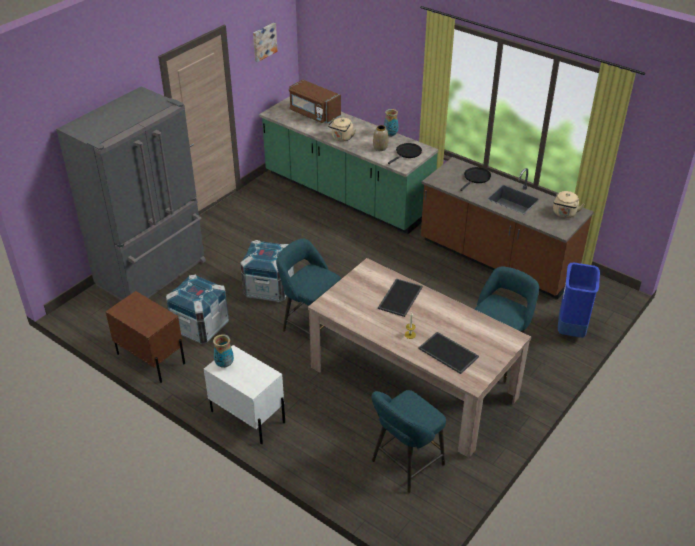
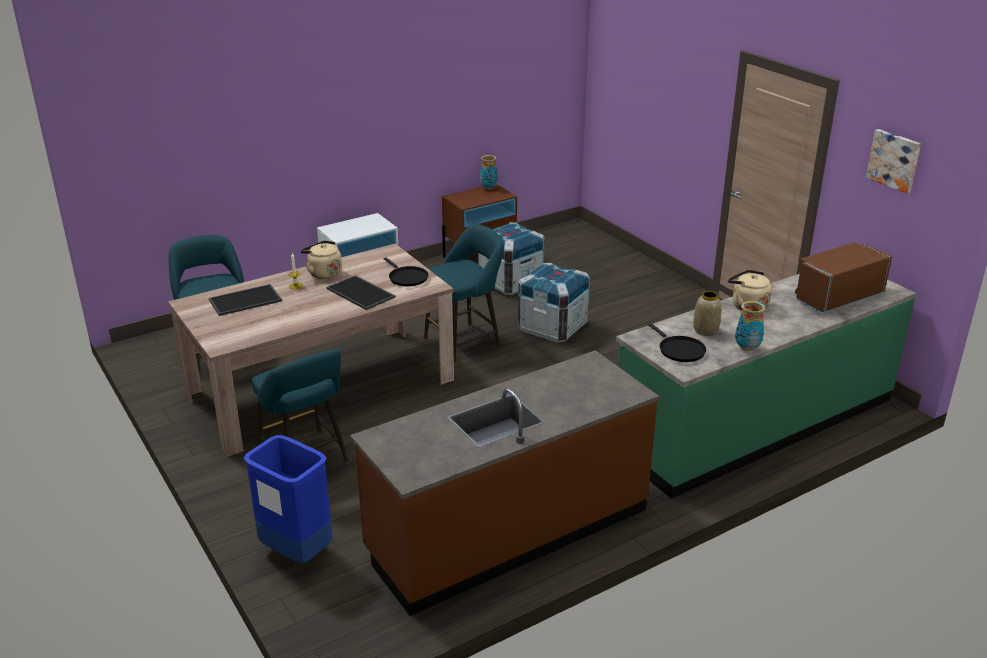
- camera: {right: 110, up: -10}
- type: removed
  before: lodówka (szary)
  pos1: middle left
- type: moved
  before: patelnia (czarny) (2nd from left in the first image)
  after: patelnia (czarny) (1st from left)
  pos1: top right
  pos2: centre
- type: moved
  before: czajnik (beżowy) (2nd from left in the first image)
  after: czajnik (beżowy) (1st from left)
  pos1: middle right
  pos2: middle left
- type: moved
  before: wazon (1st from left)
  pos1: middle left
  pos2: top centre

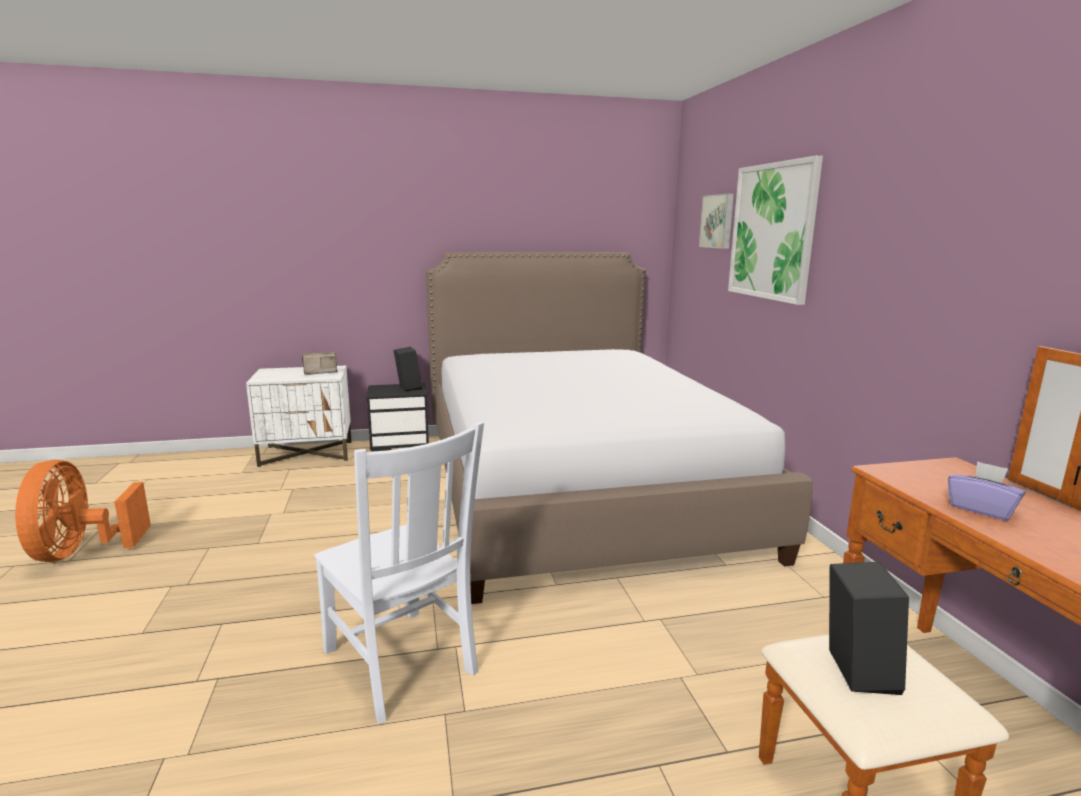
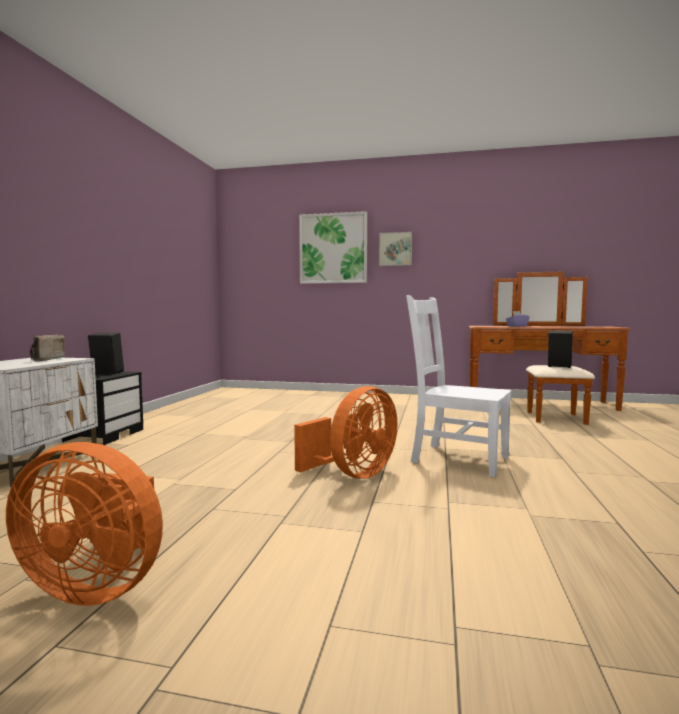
- camera: {right: -65, up: -10}
- type: moved
  before: obraz (1st from left in the first image)
  after: obraz (2nd from left)
  pos1: top centre
  pos2: centre
- type: removed
  before: łóżko
  pos1: centre
- type: turned
  before: krzesło (biały)
  pos1: bottom centre
  pos2: middle right
  turn: -135
- type: added
  after: wentylator (pomarańczowy) (2nd from left)
  pos2: centre

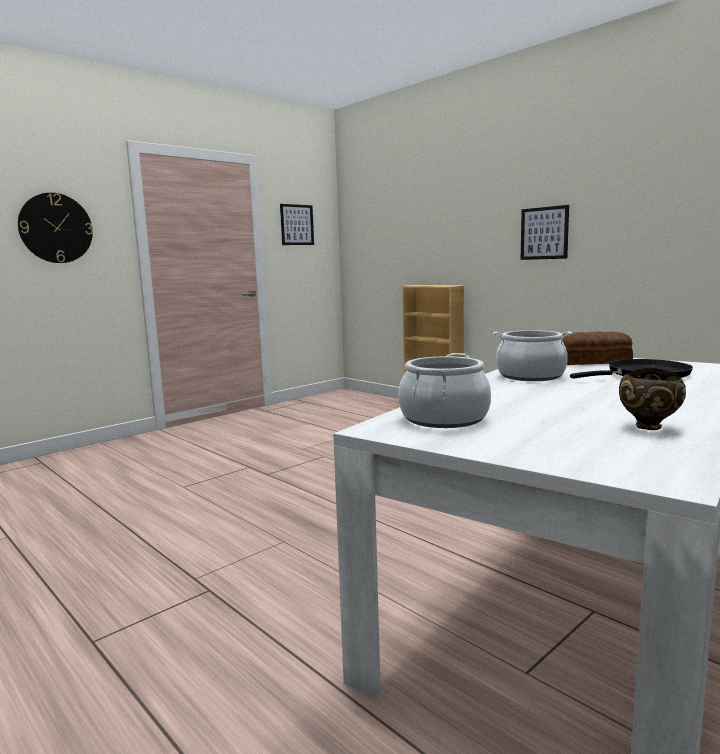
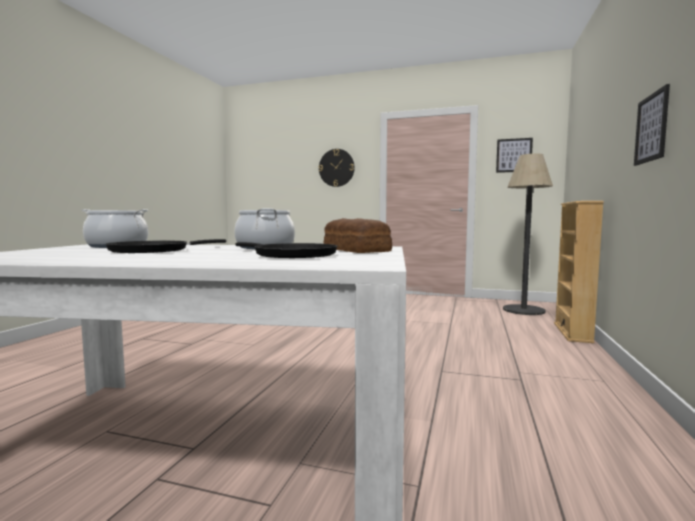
- camera: {right: 60, up: -5}
- type: removed
  before: miska (brązowy)
  pos1: middle right
- type: added
  after: lampa stojąca
  pos2: middle right
- type: added
  after: patelnia (czarny) (1st from left)
  pos2: middle left

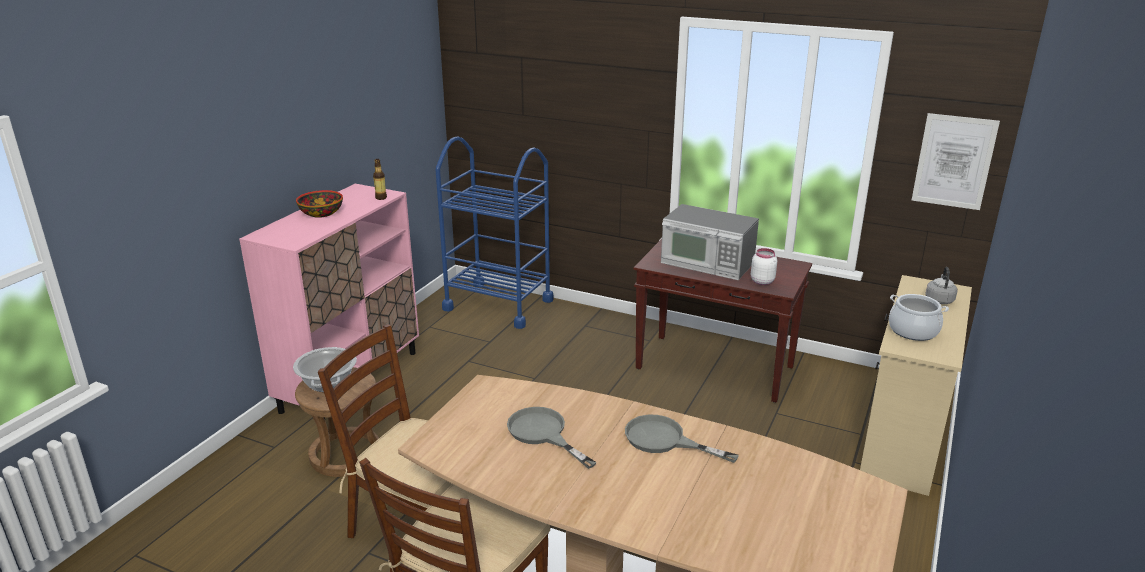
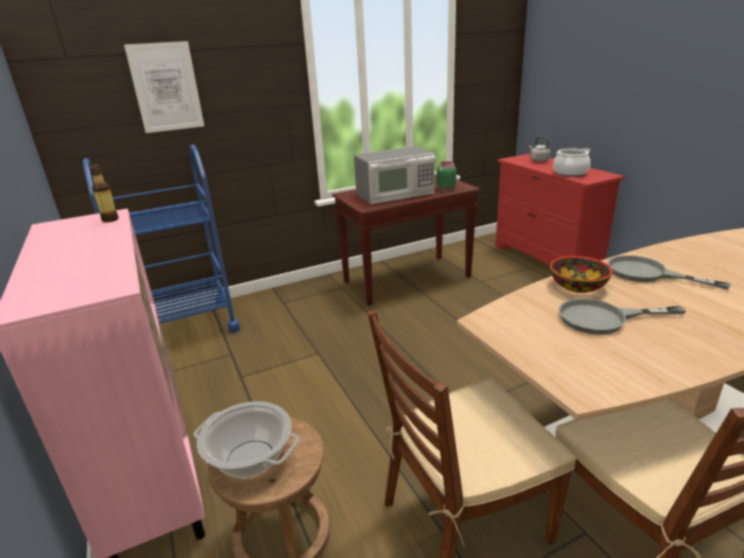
- camera: {right: -50, up: 0}
- type: moved
  before: obraz
  pos1: top right
  pos2: top left
- type: moved
  before: miska
  pos1: middle left
  pos2: middle right
- type: recoloured
  before: słoik (biały)
  after: słoik (zielony)
  pos1: middle right
  pos2: top centre
- type: recoloured
  before: komoda (beżowy)
  after: komoda (czerwony)
  pos1: bottom right
  pos2: middle right
- type: turned
  before: patelnia (szary) (2nd from left)
  pos1: bottom centre
  pos2: middle right
  turn: 60

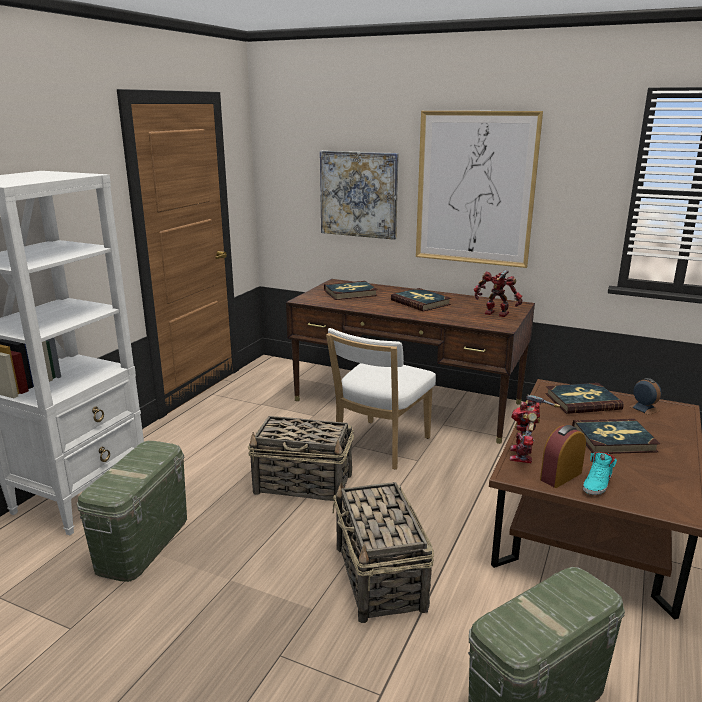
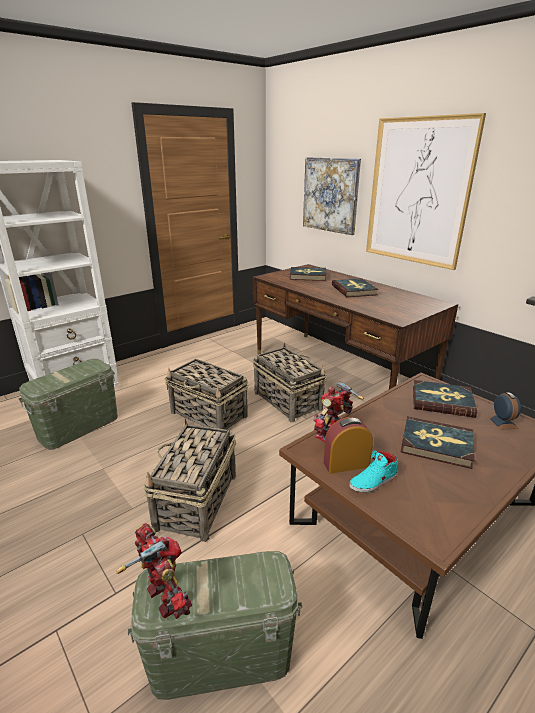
- camera: {right: 25, up: 5}
- type: moved
  before: robot zabawkowy (1st from left)
  pos1: middle right
  pos2: bottom left
- type: replaced
  before: krzesło (biały)
  after: koszyk (3rd from left)
  pos1: centre
  pos2: centre

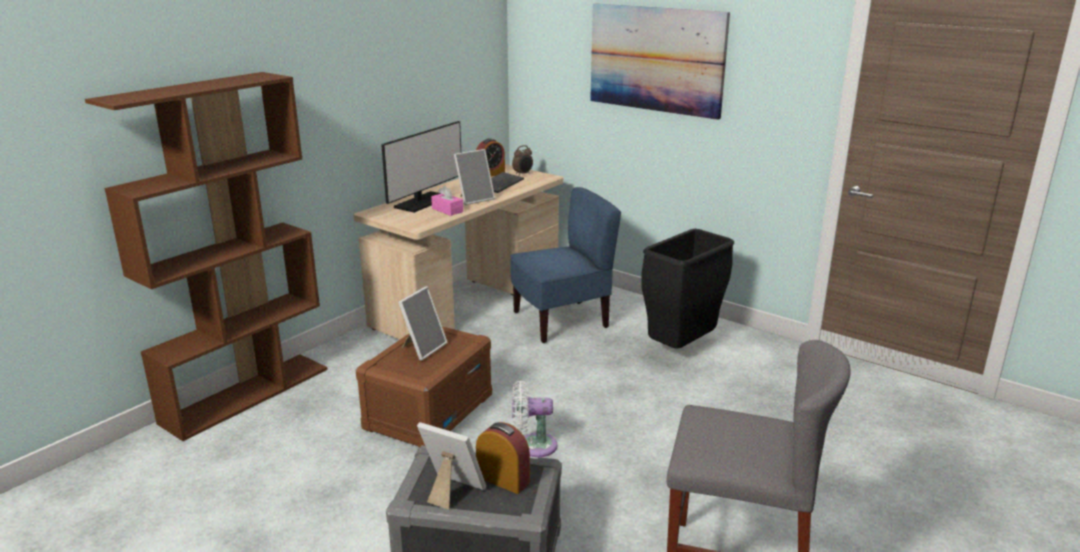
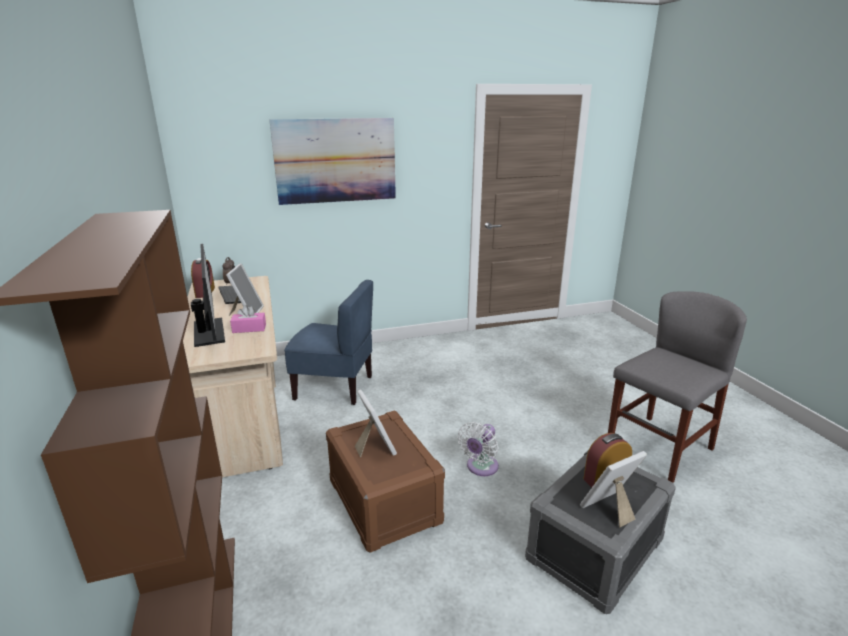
- camera: {right: -55, up: 0}
- type: turned
  before: krzesło (niebieski)
  pos1: centre
  pos2: centre
  turn: 90
- type: removed
  before: kosz na śmieci (czarny)
  pos1: centre

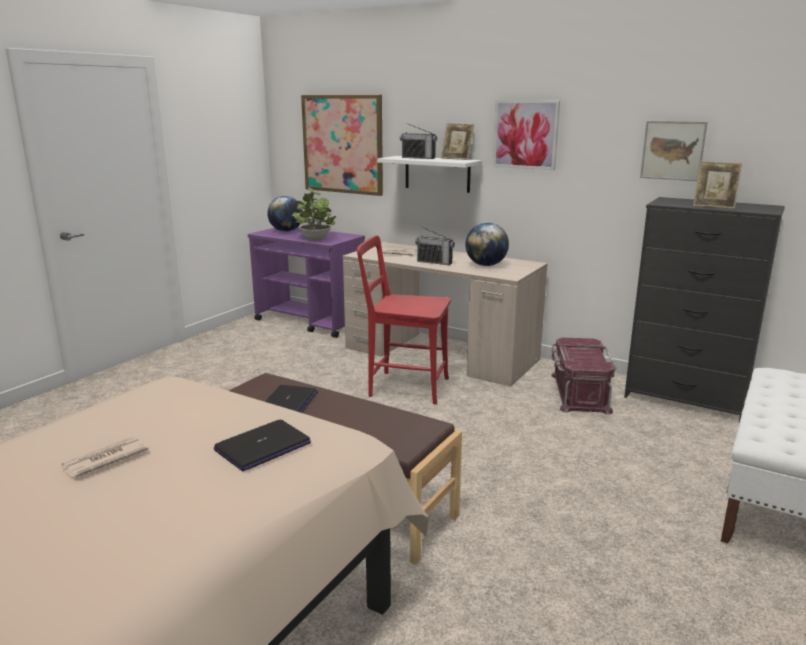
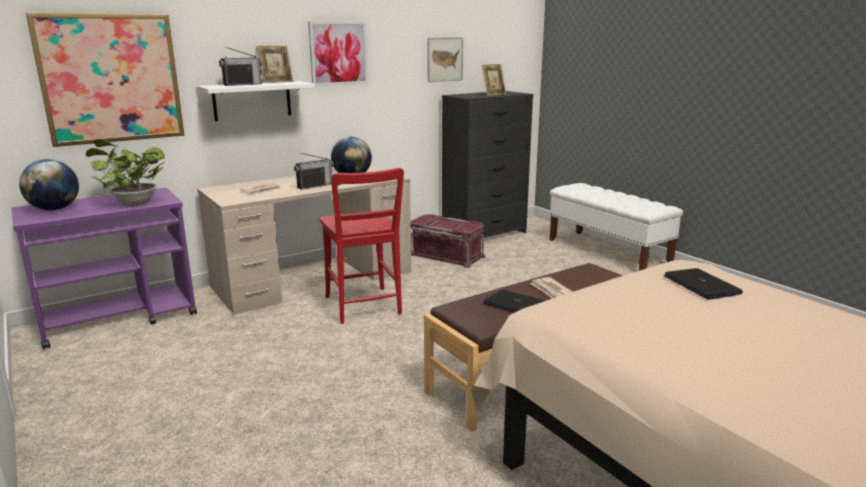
- camera: {right: -65, up: 0}
- type: turned
  before: krzesło (czerwony)
  pos1: centre
  pos2: centre
  turn: -60
- type: moved
  before: gazeta (1st from left in the first image)
  after: gazeta (2nd from left)
  pos1: bottom left
  pos2: centre

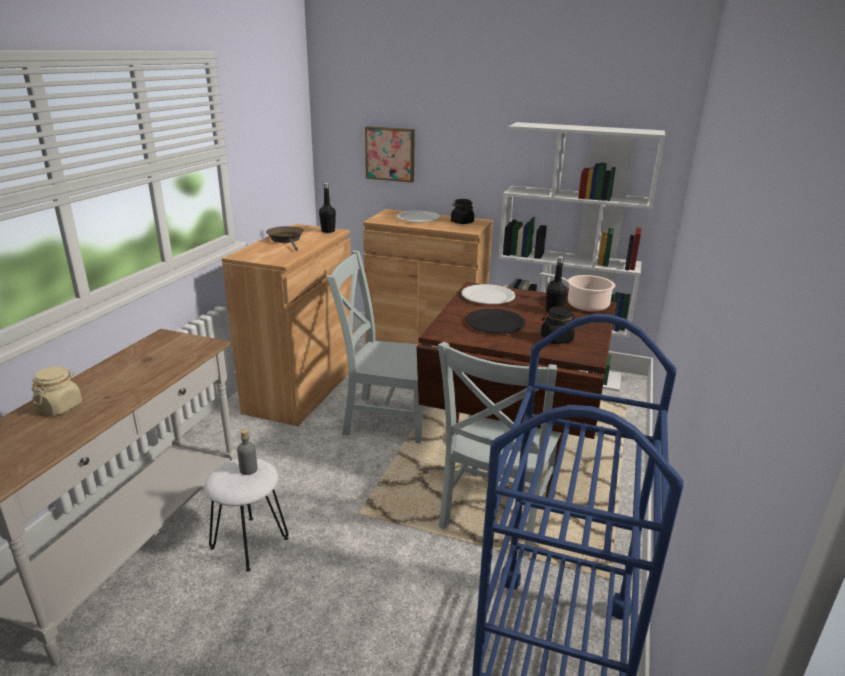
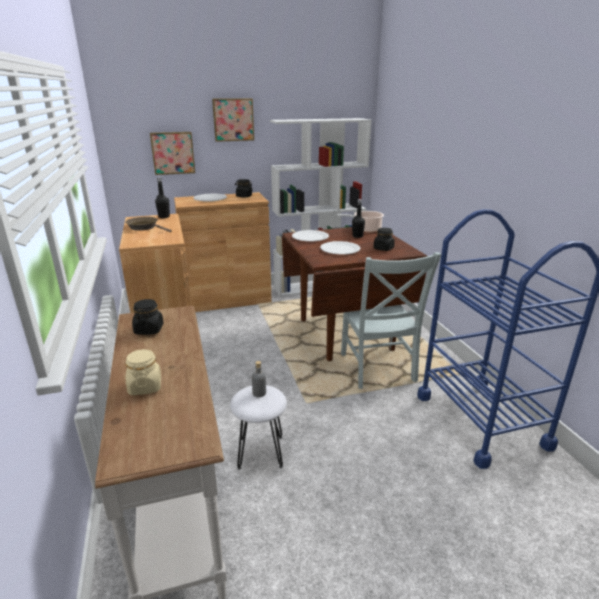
- camera: {right: -35, up: 0}
- type: removed
  before: krzesło (szary) (1st from left)
  pos1: centre
- type: recoloured
  before: talerz (czarny)
  after: talerz (biały) (3rd from left)
  pos1: centre
  pos2: centre
- type: added
  after: obraz (2nd from left)
  pos2: top centre
- type: added
  after: słoik (czarny) (1st from left)
  pos2: middle left

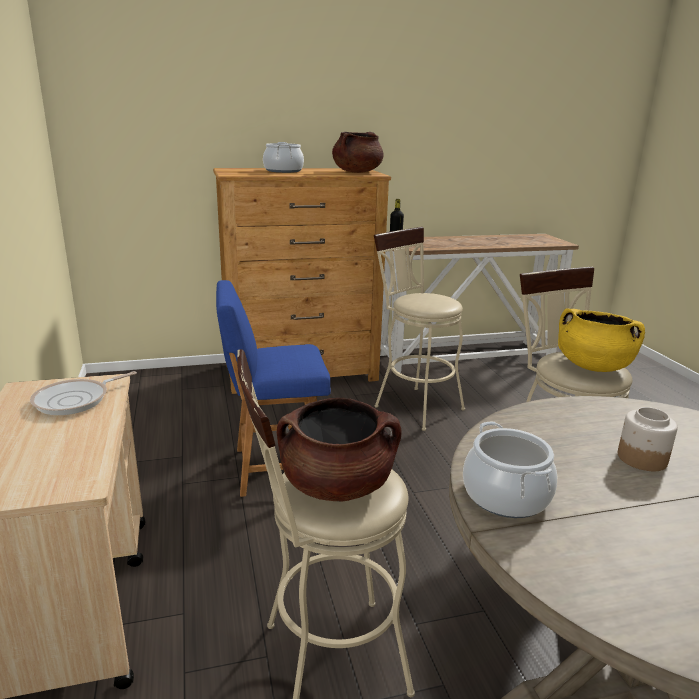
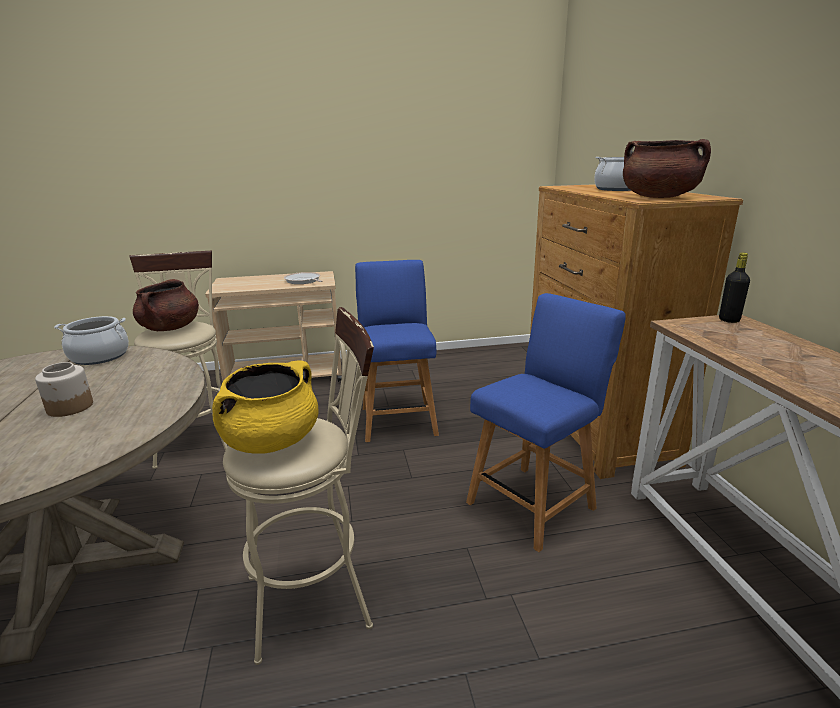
- camera: {right: 95, up: 0}
- type: replaced
  before: stołek (beżowy) (2nd from left)
  after: krzesło (niebieski) (2nd from left)
  pos1: centre
  pos2: centre

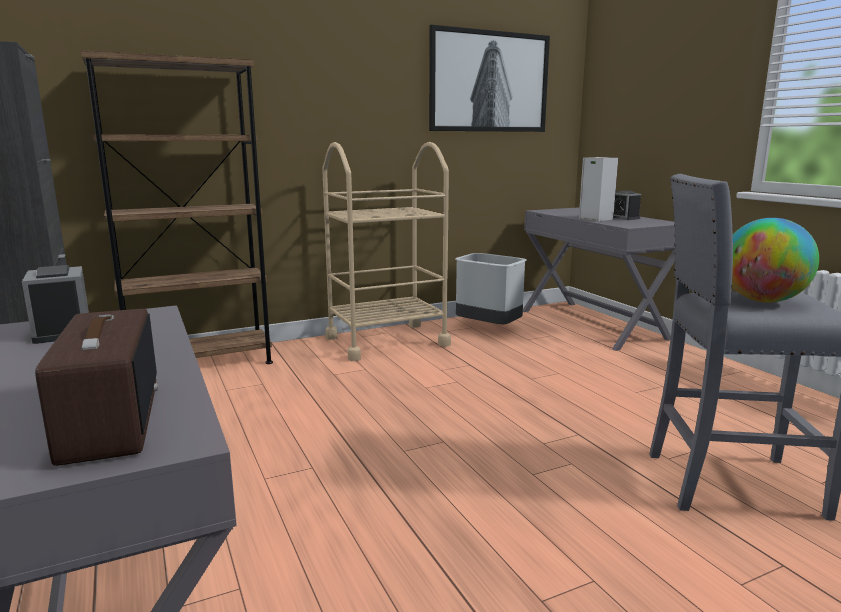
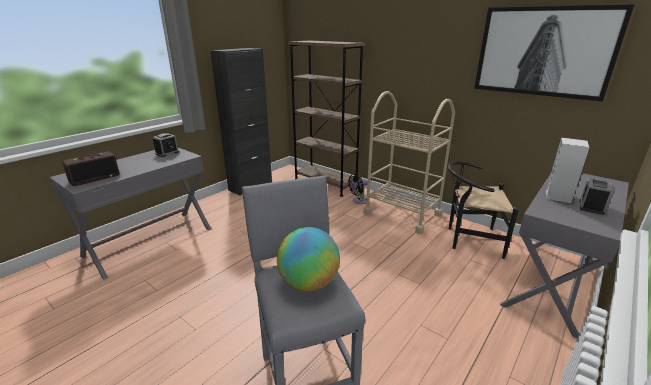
- camera: {right: 65, up: 10}
- type: replaced
  before: kosz na śmieci (szary)
  after: krzesło (czarny)
  pos1: centre
  pos2: middle right
- type: added
  after: wentylator (czarny)
  pos2: centre

